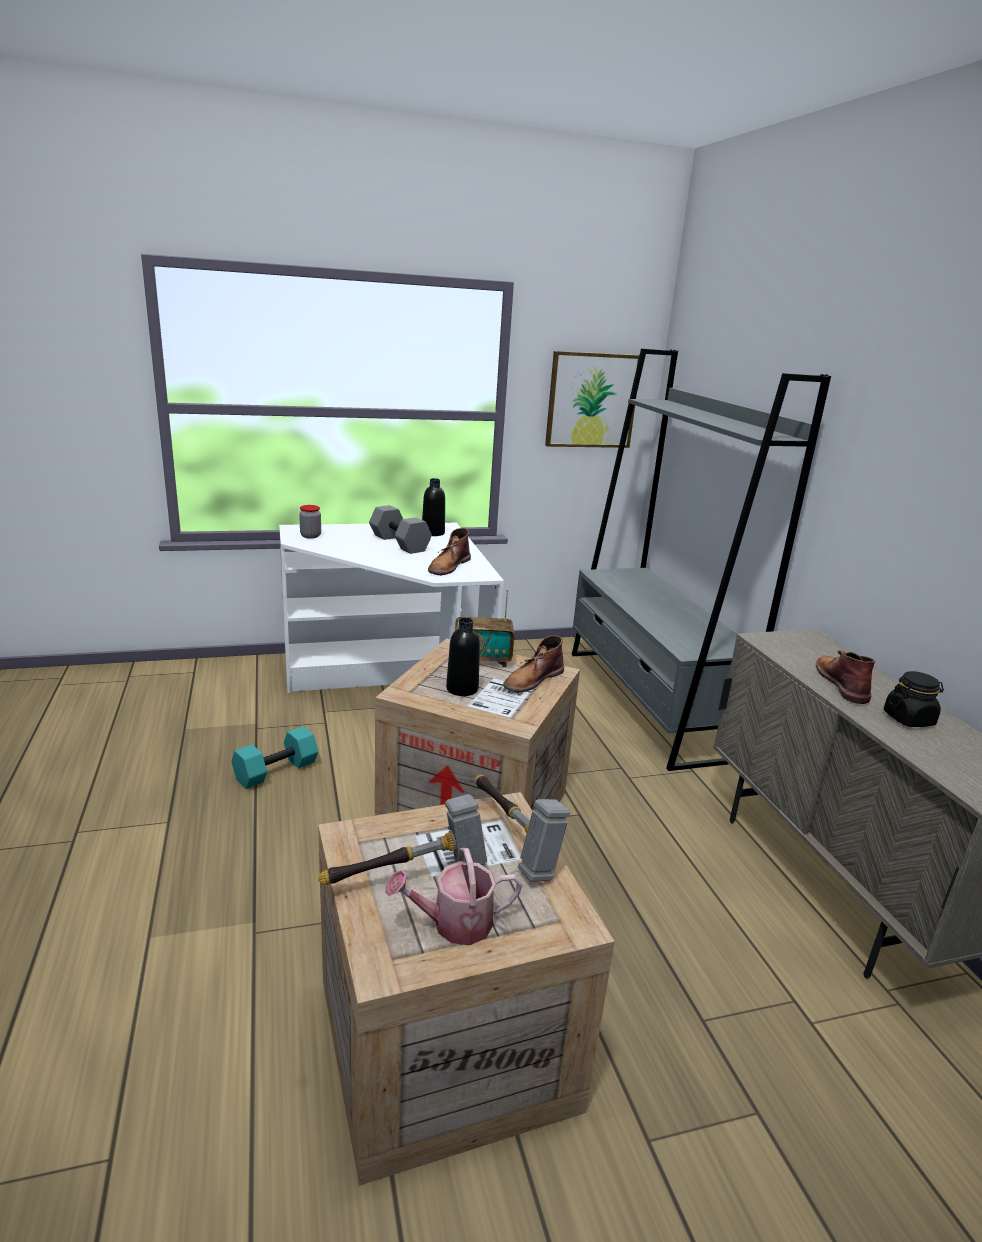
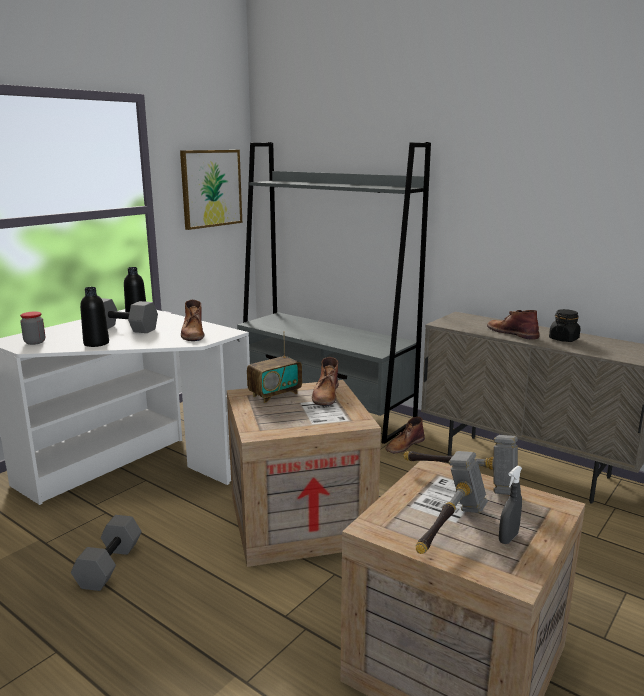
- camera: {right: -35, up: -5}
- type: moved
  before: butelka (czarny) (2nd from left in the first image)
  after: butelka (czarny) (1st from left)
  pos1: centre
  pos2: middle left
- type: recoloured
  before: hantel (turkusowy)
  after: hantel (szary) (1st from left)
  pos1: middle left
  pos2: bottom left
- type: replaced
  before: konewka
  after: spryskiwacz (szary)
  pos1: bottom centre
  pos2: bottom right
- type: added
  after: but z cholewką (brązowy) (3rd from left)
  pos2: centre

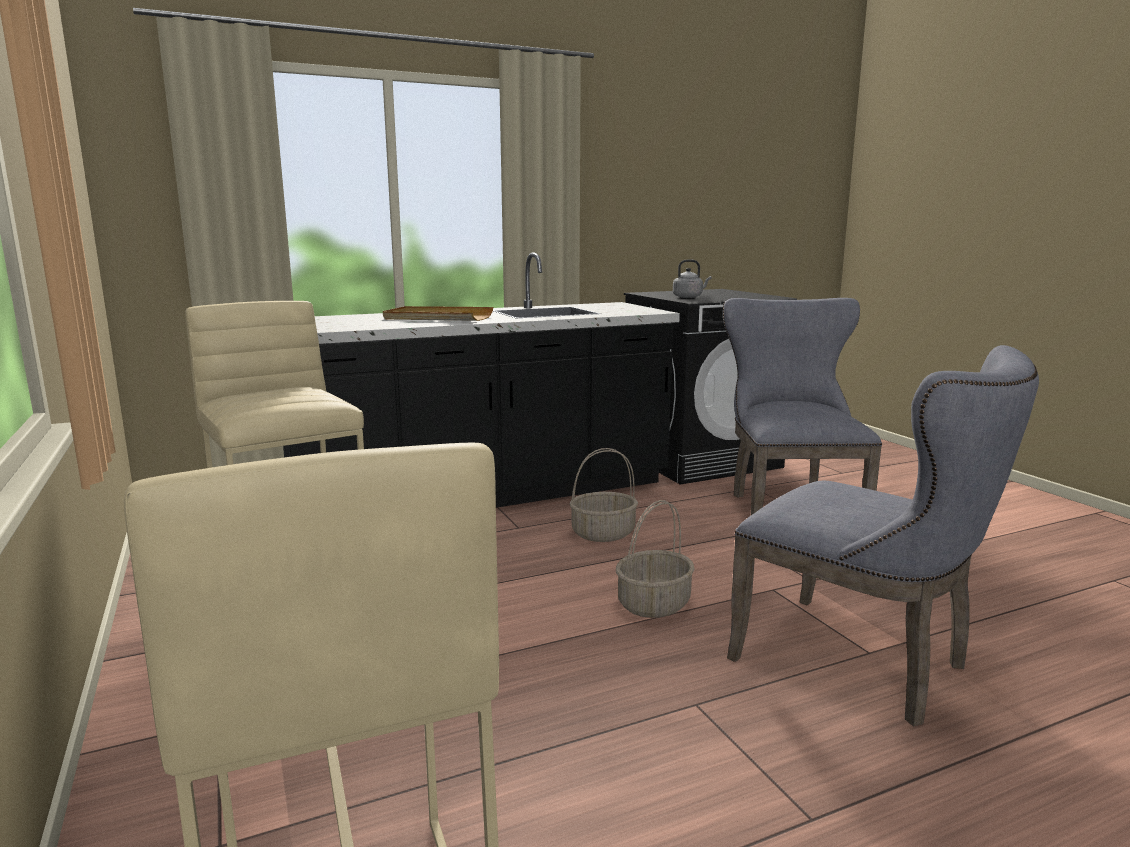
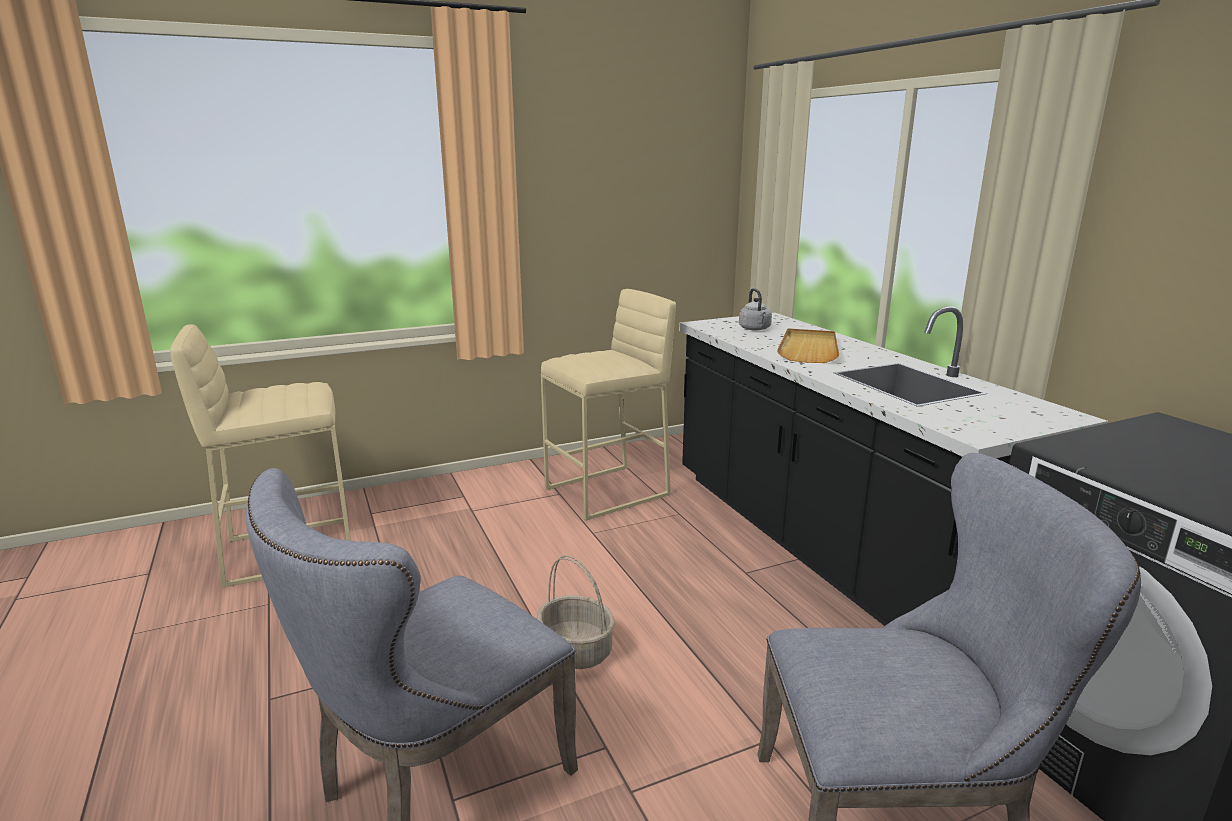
- camera: {right: 90, up: 5}
- type: moved
  before: czajnik (szary)
  pos1: top centre
  pos2: centre
- type: removed
  before: koszyk (1st from left)
  pos1: centre

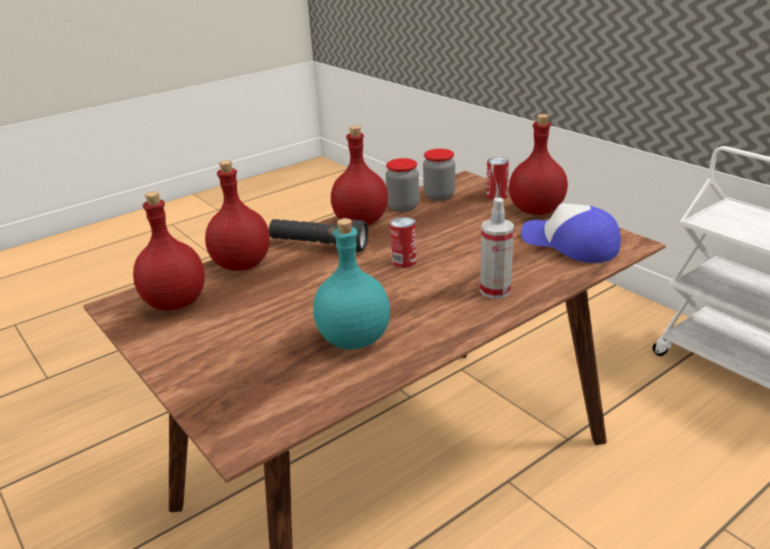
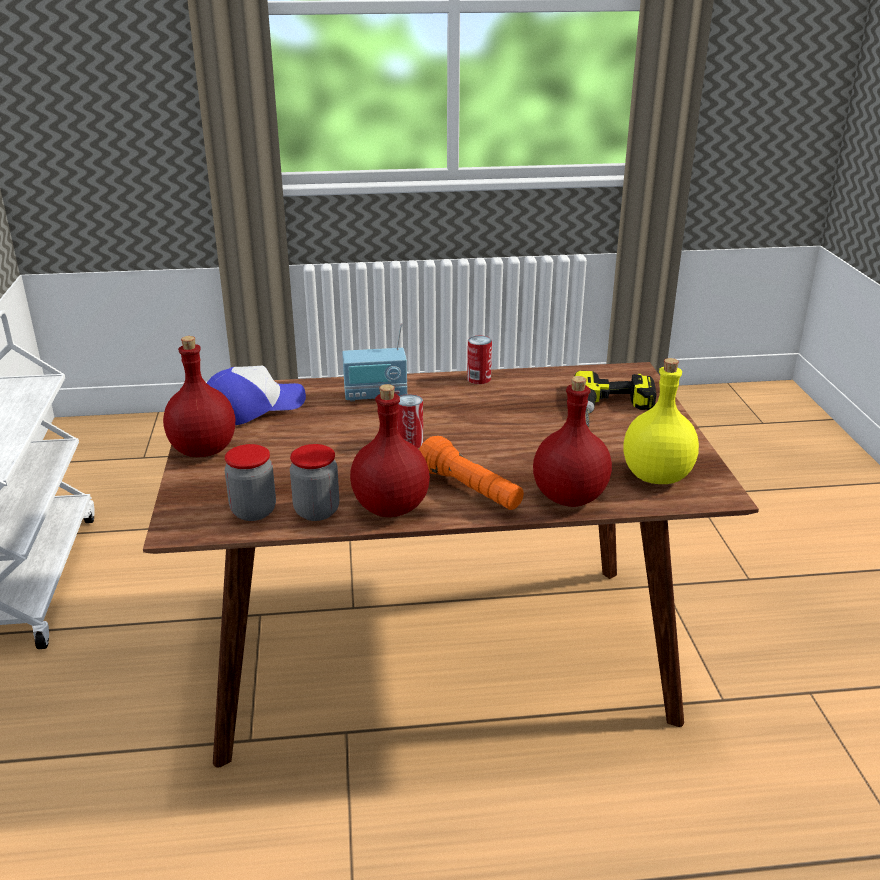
- camera: {right: -150, up: 0}
- type: moved
  before: puszka (2nd from left)
  pos1: top centre
  pos2: centre
- type: recoloured
  before: butelka (czerwony) (1st from left)
  after: butelka (żółty)
  pos1: middle left
  pos2: middle right
- type: replaced
  before: spryskiwacz
  after: radio
  pos1: centre
  pos2: centre
- type: turned
  before: czapka z daszkiem
  pos1: middle right
  pos2: middle left
  turn: -105
- type: removed
  before: butelka (turkusowy)
  pos1: centre
- type: recoloured
  before: latarka (czarny)
  after: latarka (pomarańczowy)
  pos1: centre
  pos2: centre
- type: added
  after: wiertarka
  pos2: middle right

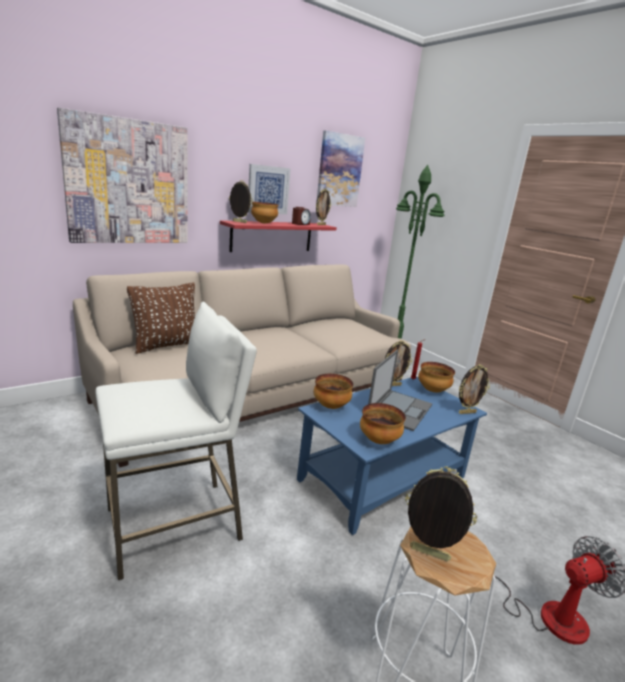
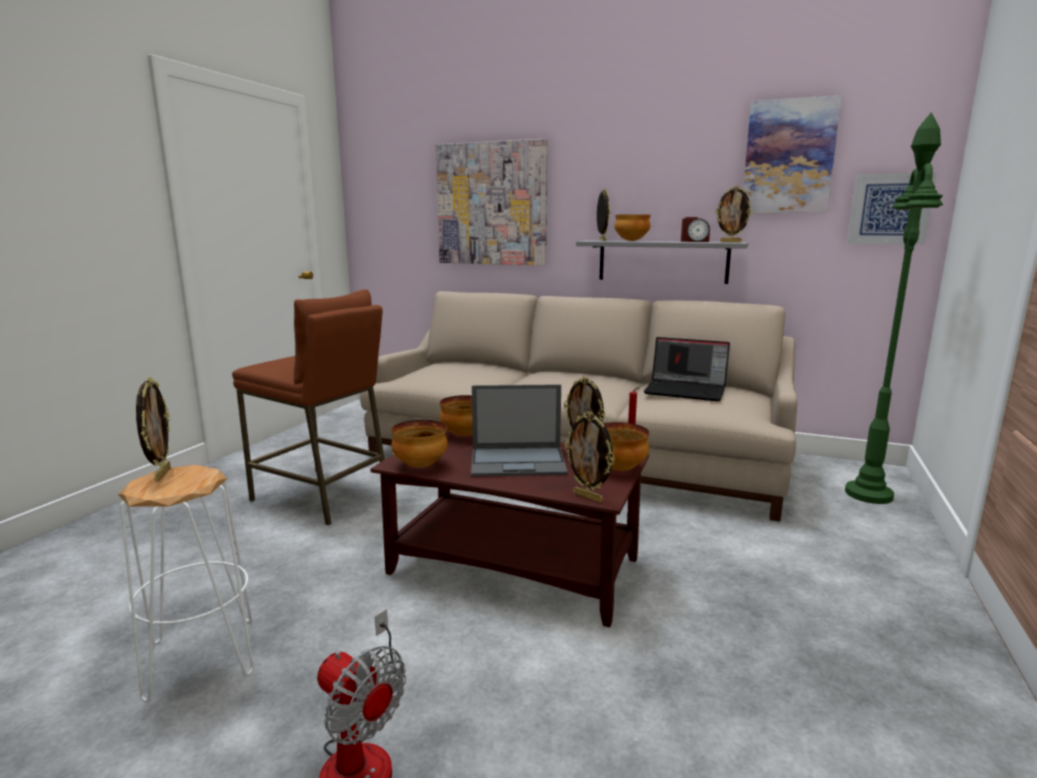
- camera: {right: 60, up: -5}
- type: moved
  before: obraz (2nd from left in the first image)
  after: obraz (3rd from left)
  pos1: top centre
  pos2: top right
- type: recoloured
  before: półka (czerwony)
  after: półka (szary)
  pos1: centre
  pos2: centre
- type: removed
  before: poduszka (brązowy)
  pos1: middle left
- type: recoloured
  before: stołek (biały) (1st from left)
  after: stołek (brązowy)
  pos1: middle left
  pos2: middle left
- type: recoloured
  before: ława (niebieski)
  after: ława (brązowy)
  pos1: bottom centre
  pos2: bottom centre
- type: added
  after: laptop (2nd from left)
  pos2: centre

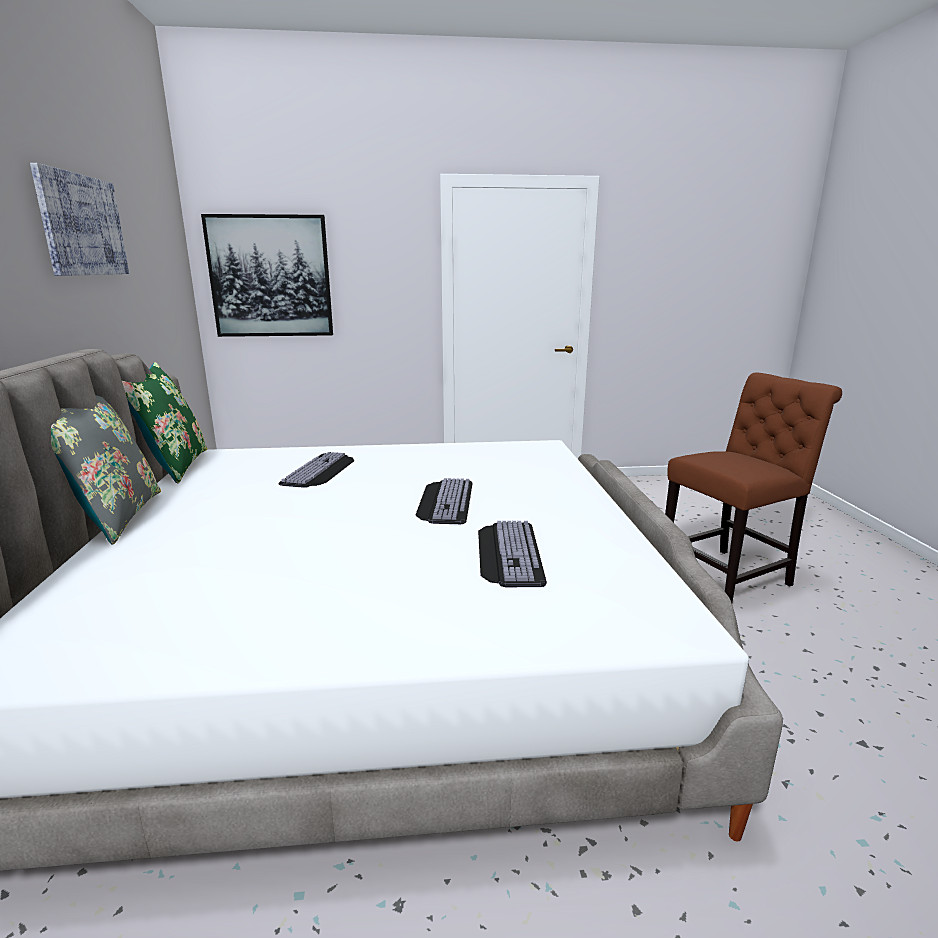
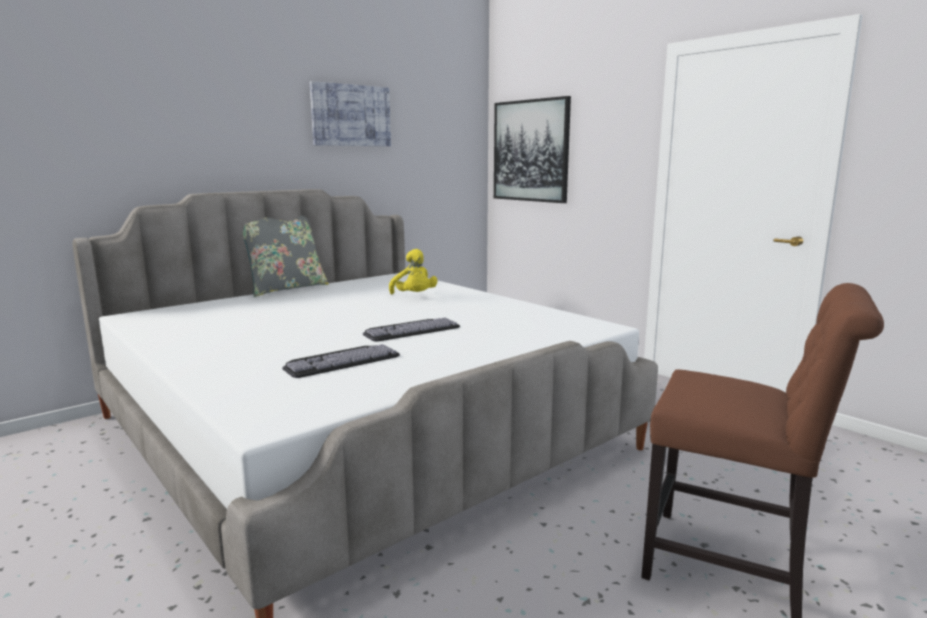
- camera: {right: 55, up: -5}
- type: removed
  before: poduszka (zielony)
  pos1: middle left
- type: replaced
  before: klawiatura (1st from left)
  after: pluszak (żółty)
  pos1: centre
  pos2: centre

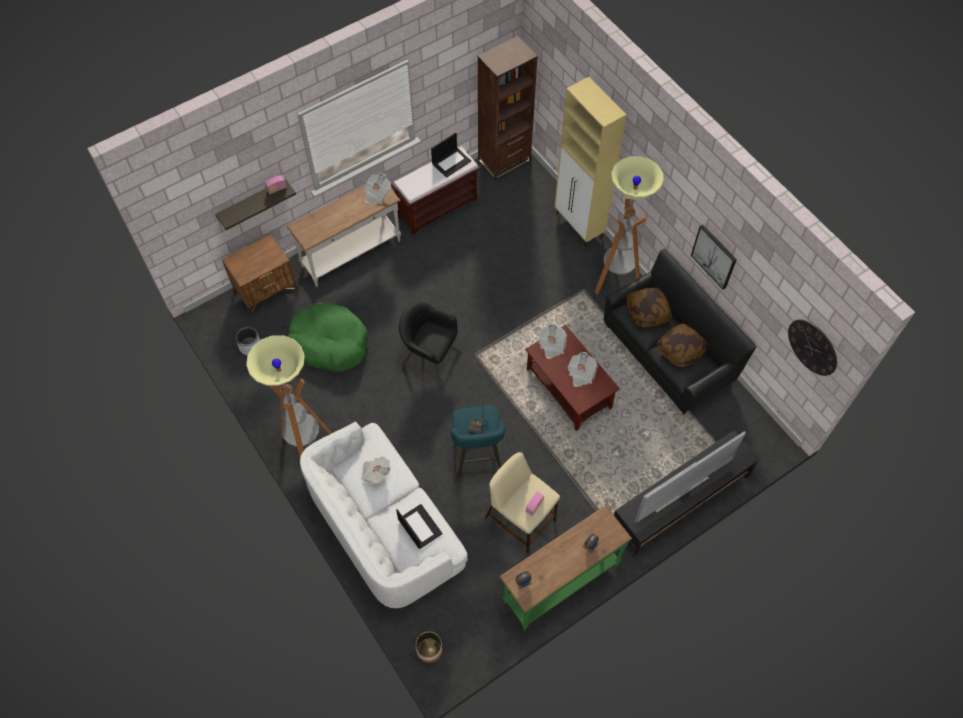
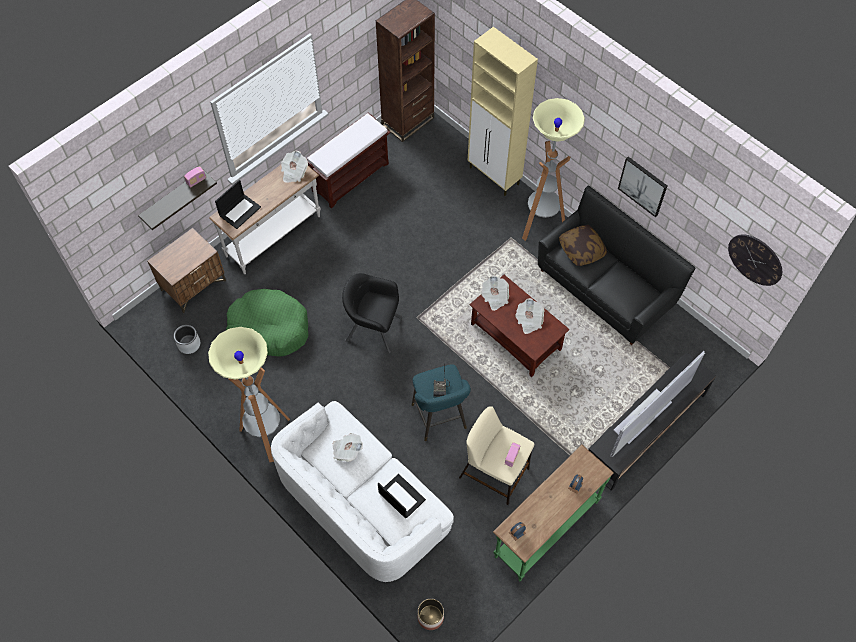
- camera: {right: -10, up: 0}
- type: moved
  before: laptop (2nd from left in the first image)
  after: laptop (1st from left)
  pos1: top centre
  pos2: top left
- type: removed
  before: poduszka (2nd from left)
  pos1: middle right

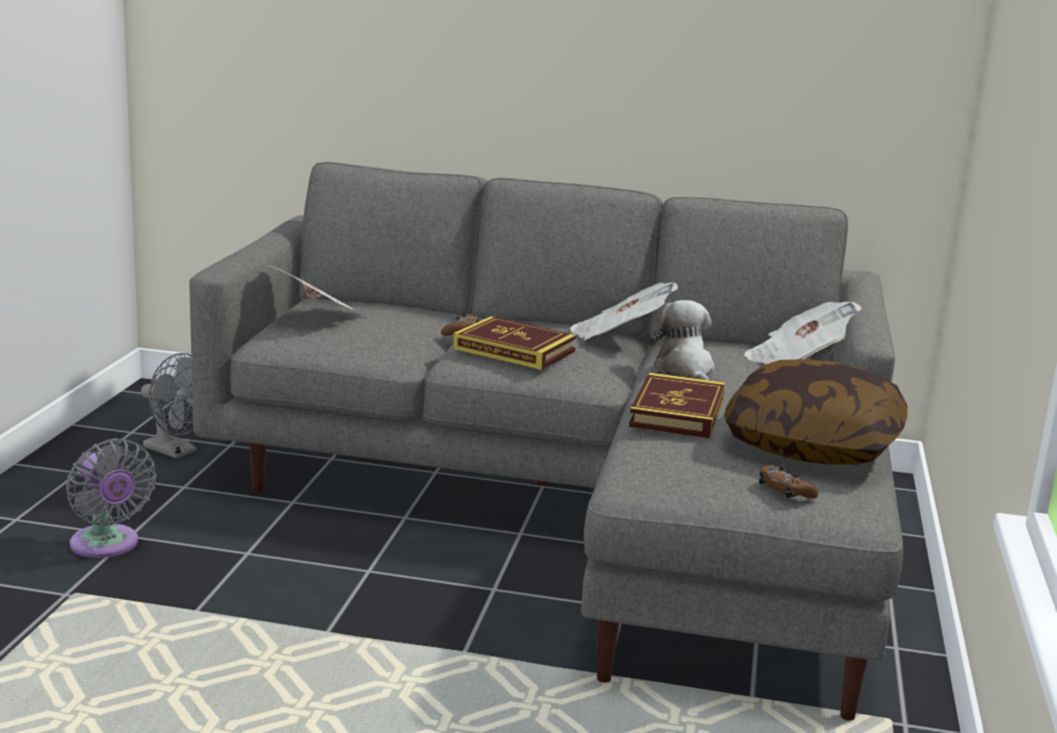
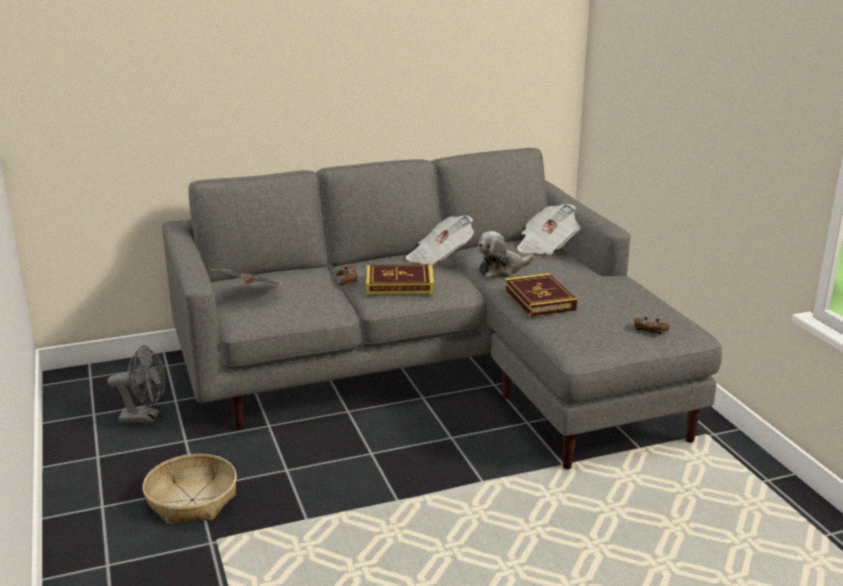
- camera: {right: -30, up: 5}
- type: turned
  before: pluszak
  pos1: centre
  pos2: centre
  turn: -75
- type: removed
  before: poduszka
  pos1: middle right
- type: replaced
  before: wentylator (szary) (1st from left)
  after: koszyk
  pos1: bottom left
  pos2: bottom left

